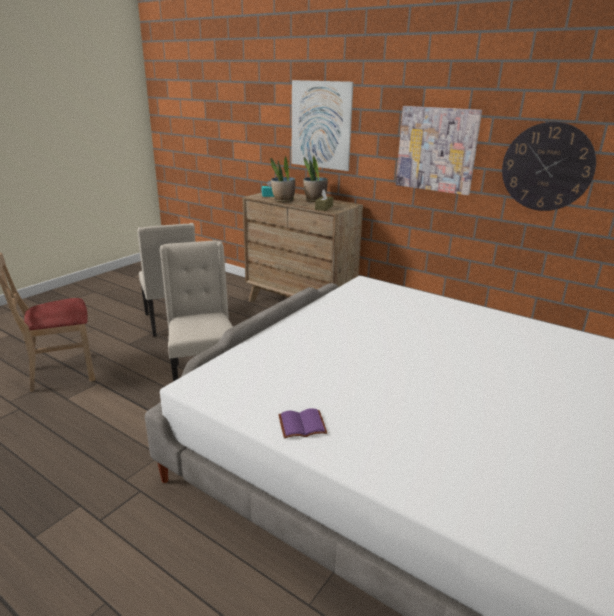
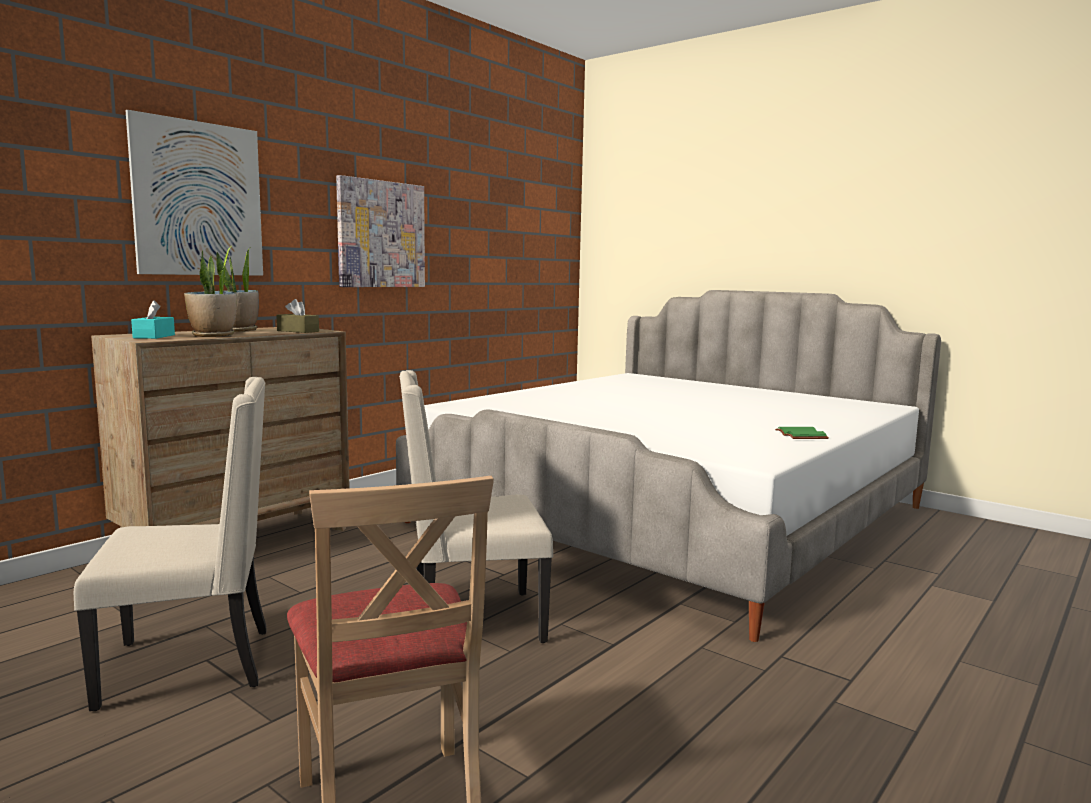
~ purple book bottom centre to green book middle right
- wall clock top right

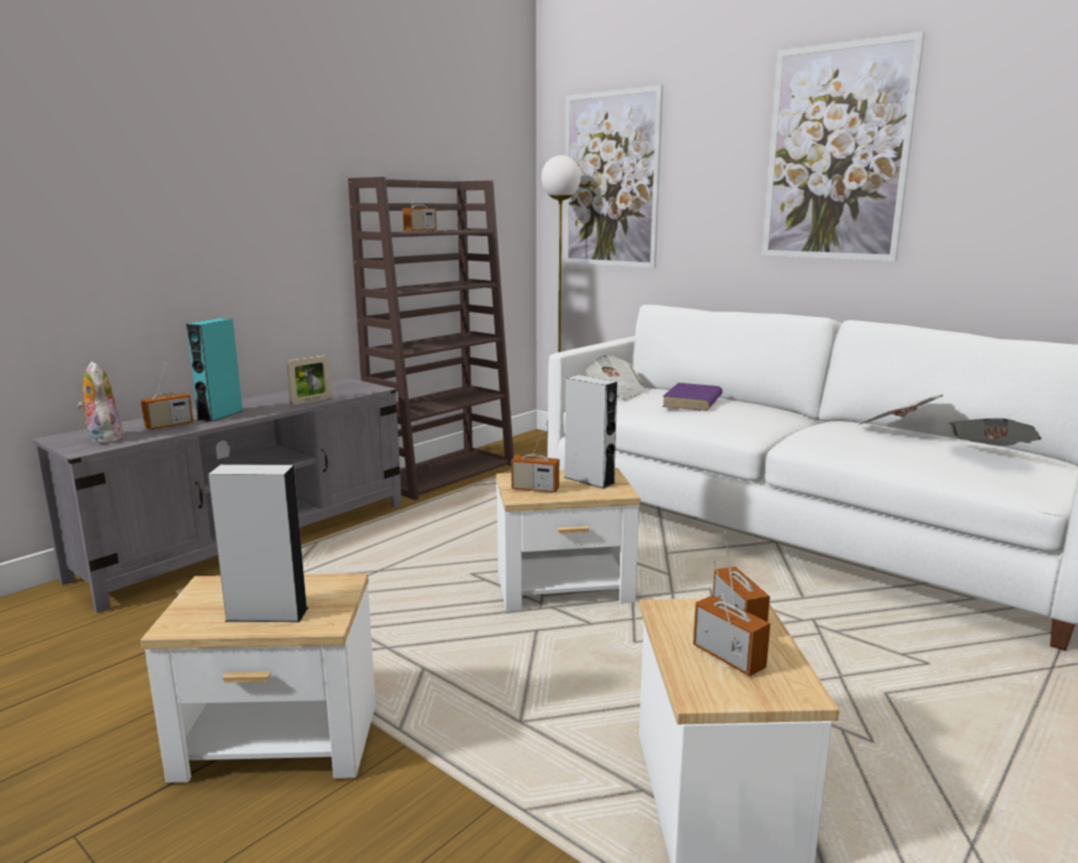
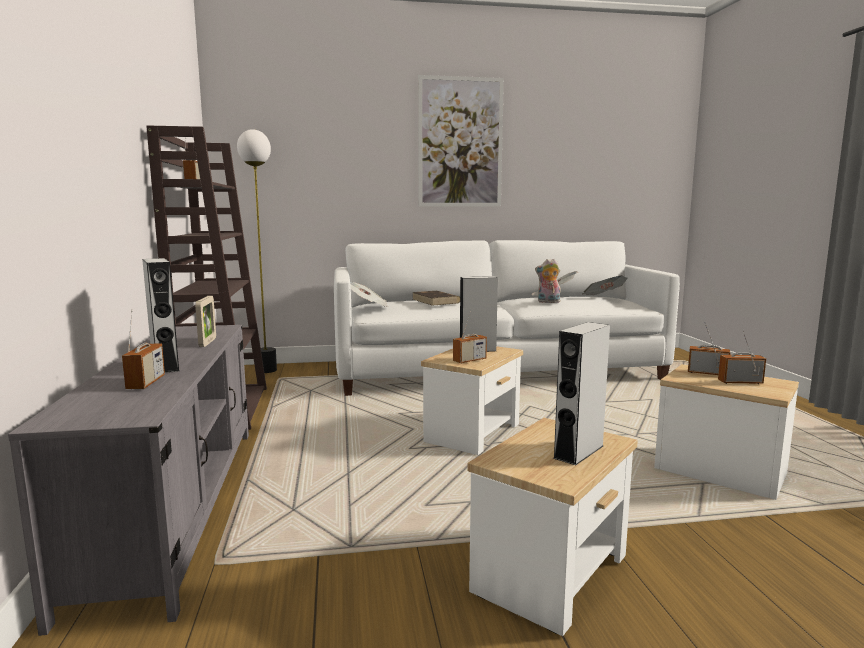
~ turquoise speaker middle left to grey speaker (1st from left) middle left
~ purple book centre to brown book centre
~ plush toy middle left to centre
- picture (1st from left) top centre

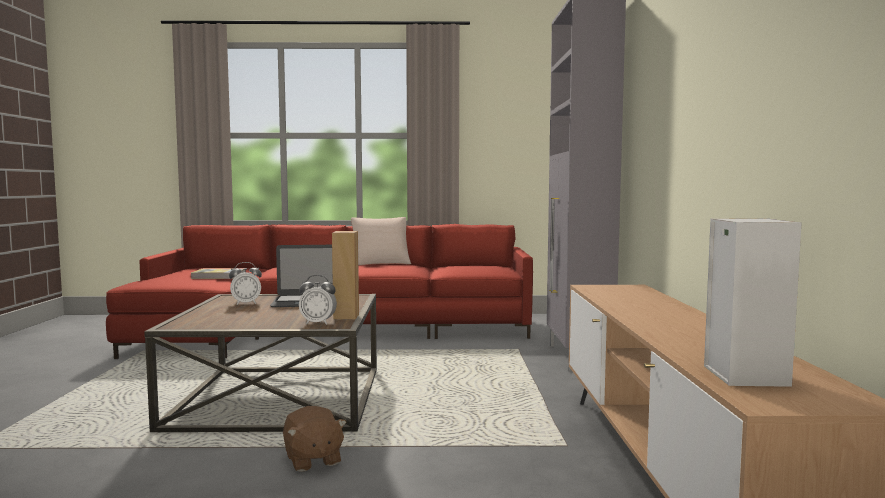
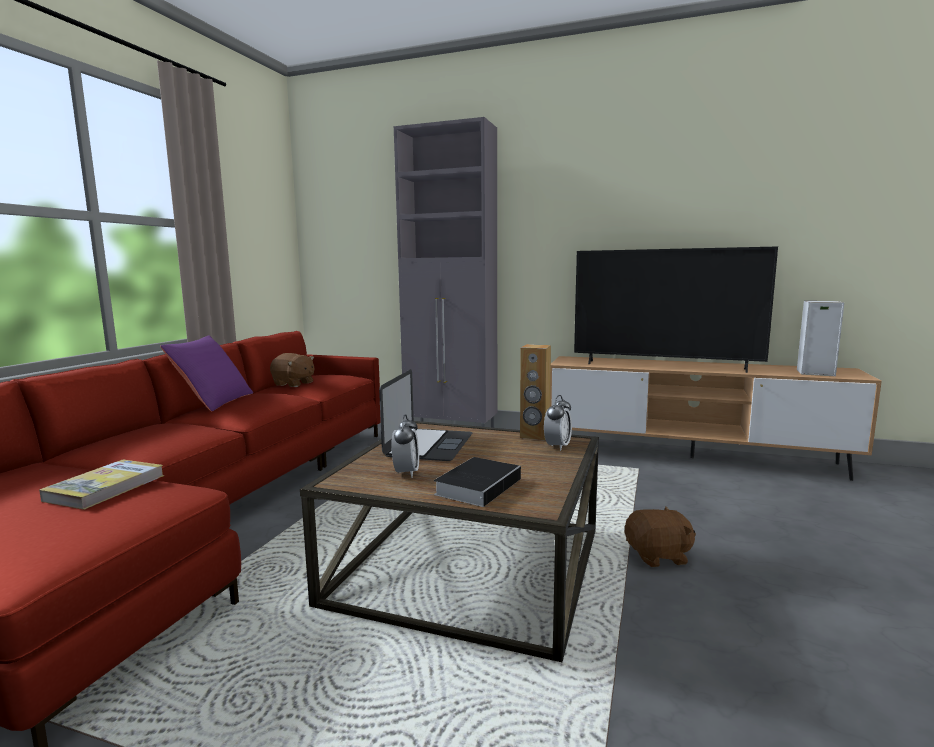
~ beige pillow centre to purple pillow middle left
+ brown plush toy (1st from left) middle left
+ book (2nd from left) centre
+ television middle right

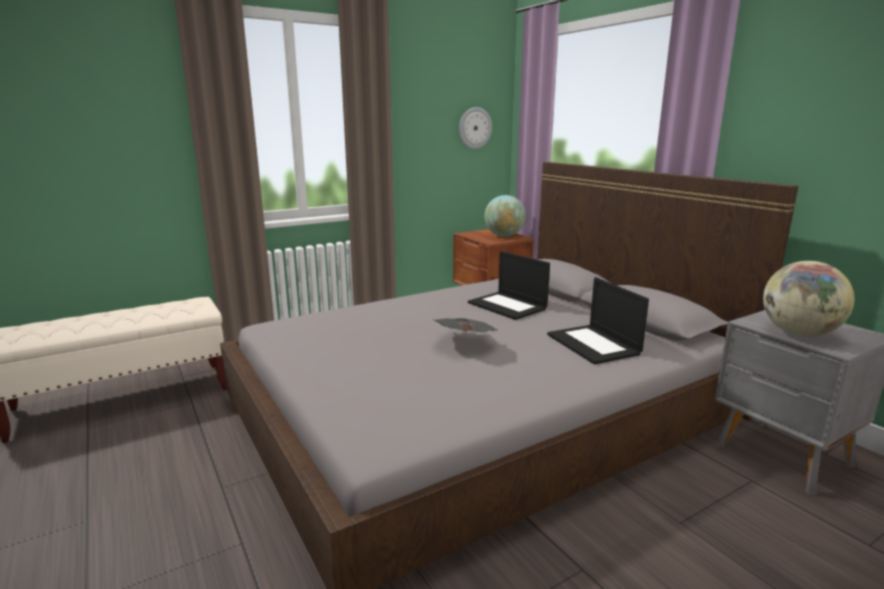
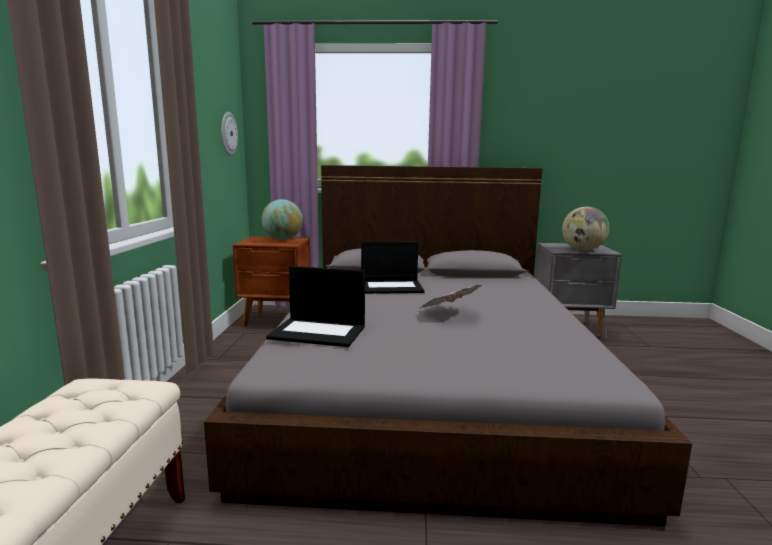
~ laptop (2nd from left in the first image) middle right to laptop (1st from left) centre

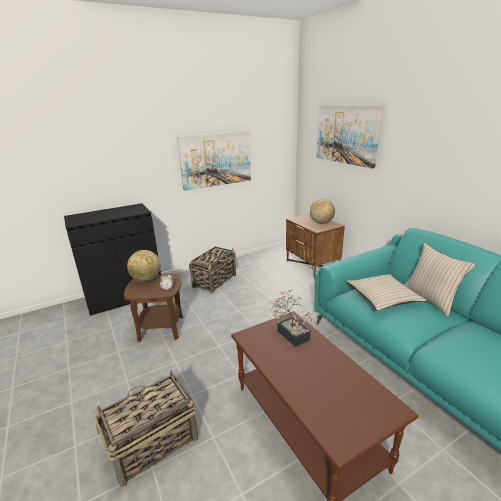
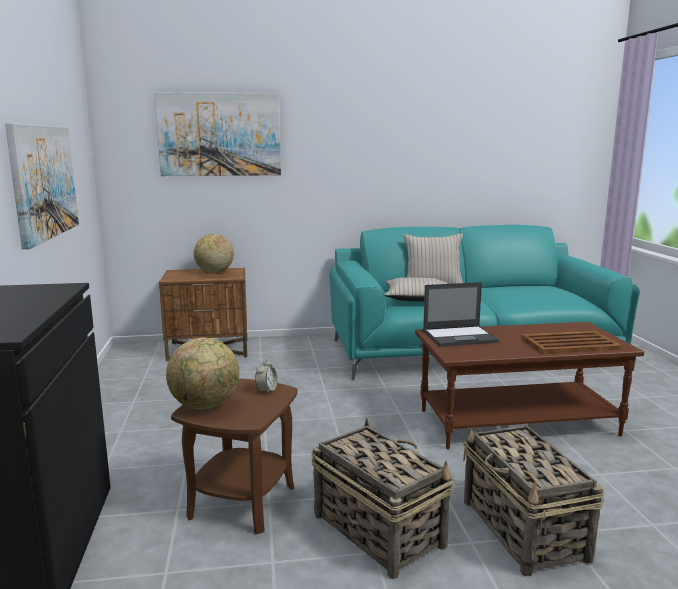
~ basket (2nd from left in the first image) centre to basket (1st from left) bottom centre
~ potted plant centre to laptop middle right
+ brown tray middle right

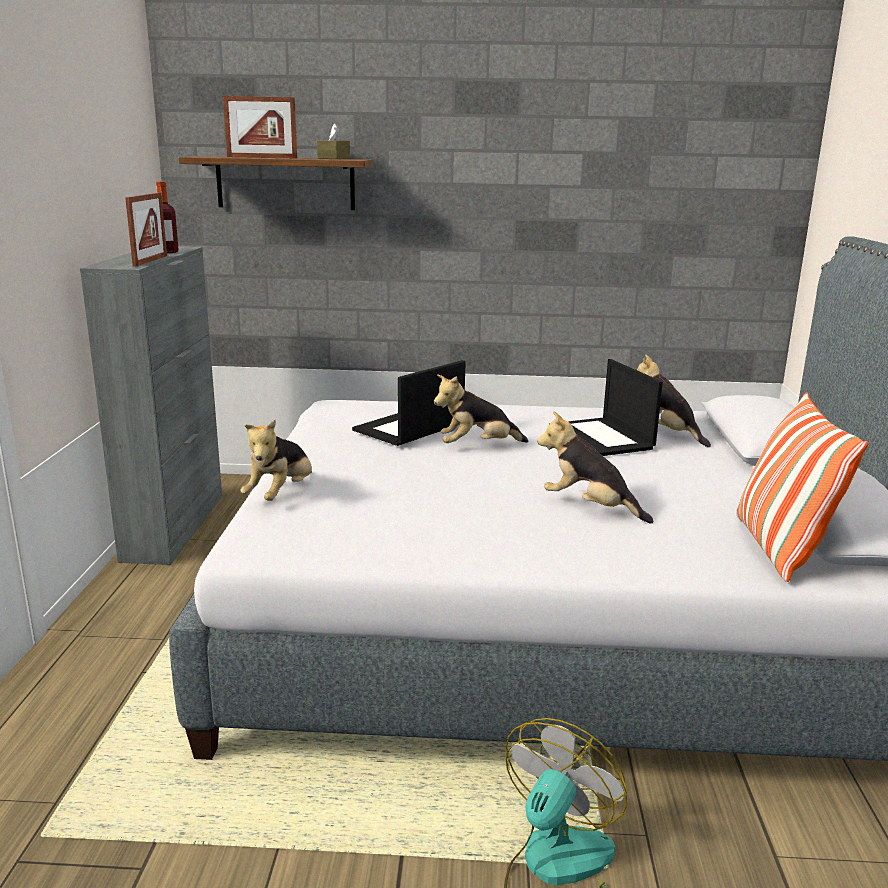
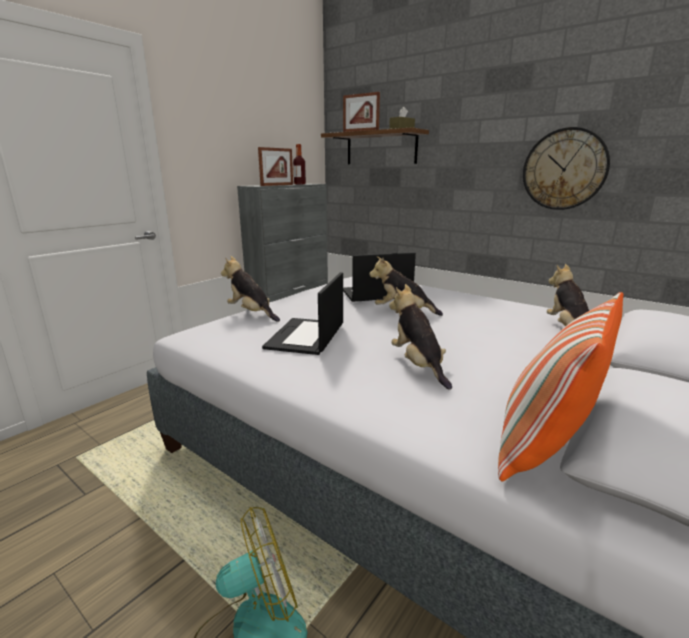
~ plush toy (1st from left) middle left = centre 75 degrees clockwise
~ laptop (2nd from left in the first image) middle right to laptop (1st from left) centre
+ wall clock top right

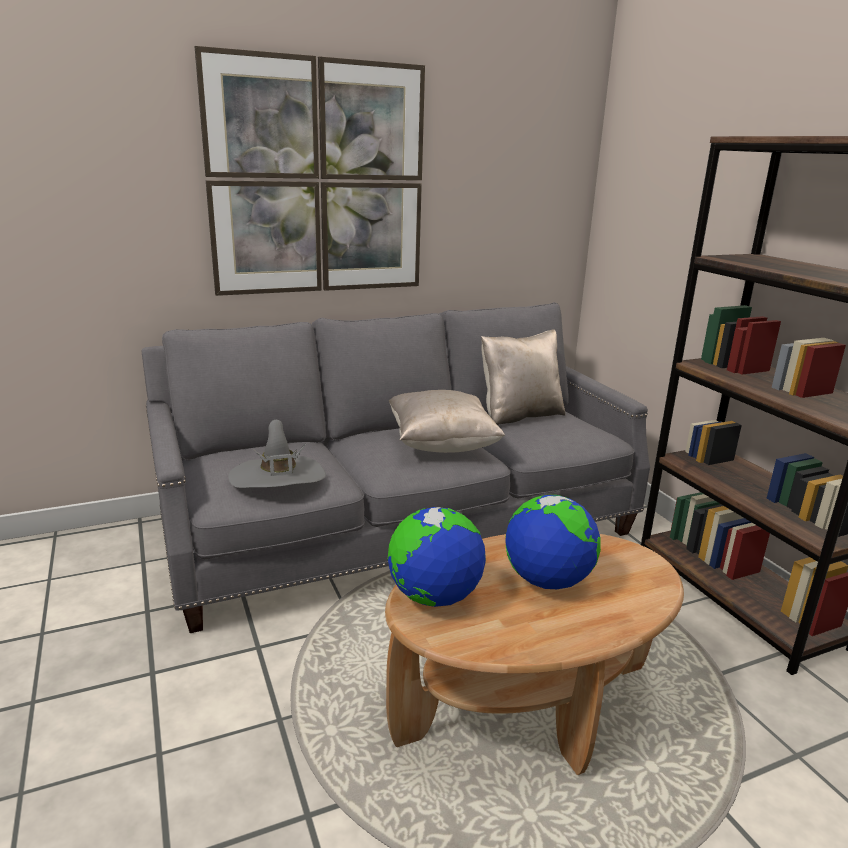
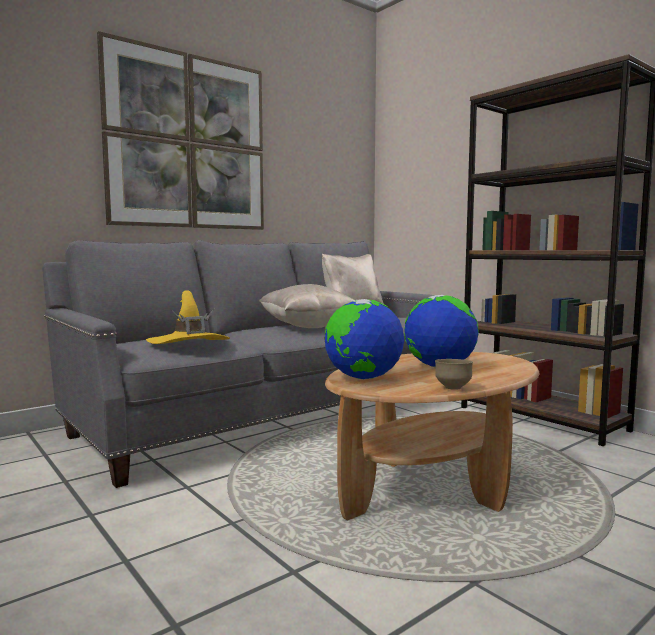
~ grey hat middle left to yellow hat middle left
+ brown bowl middle right

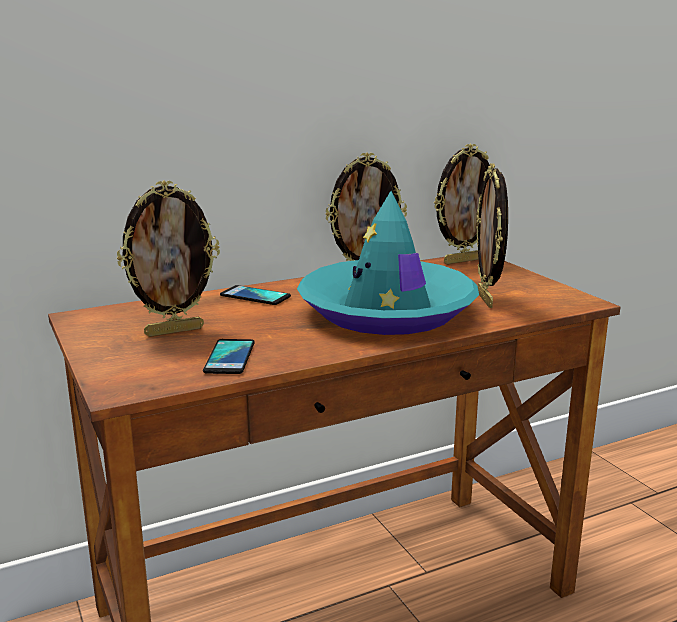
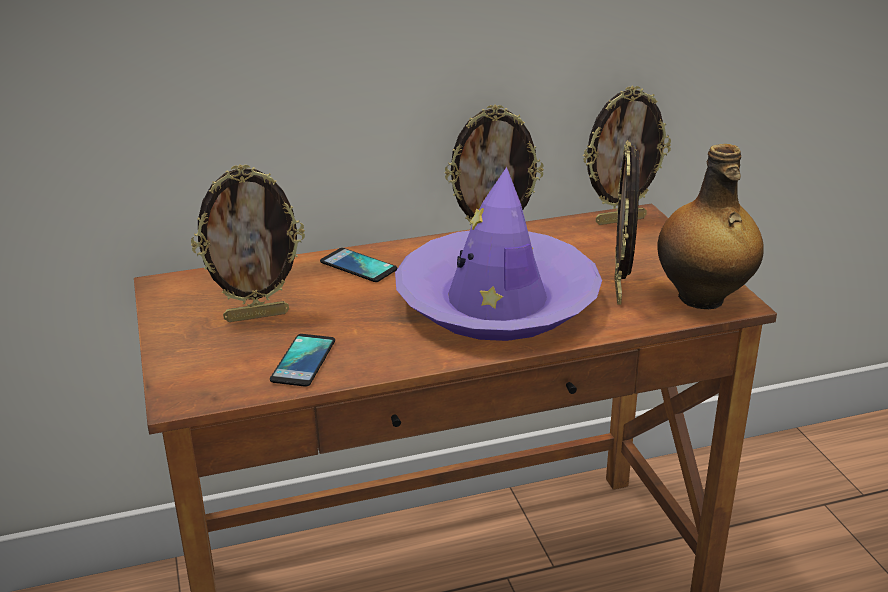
~ turquoise hat centre to purple hat centre
+ bottle middle right

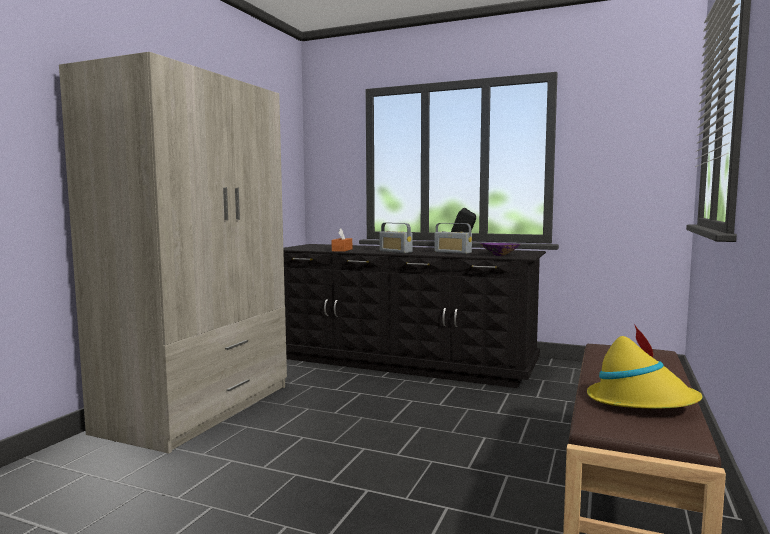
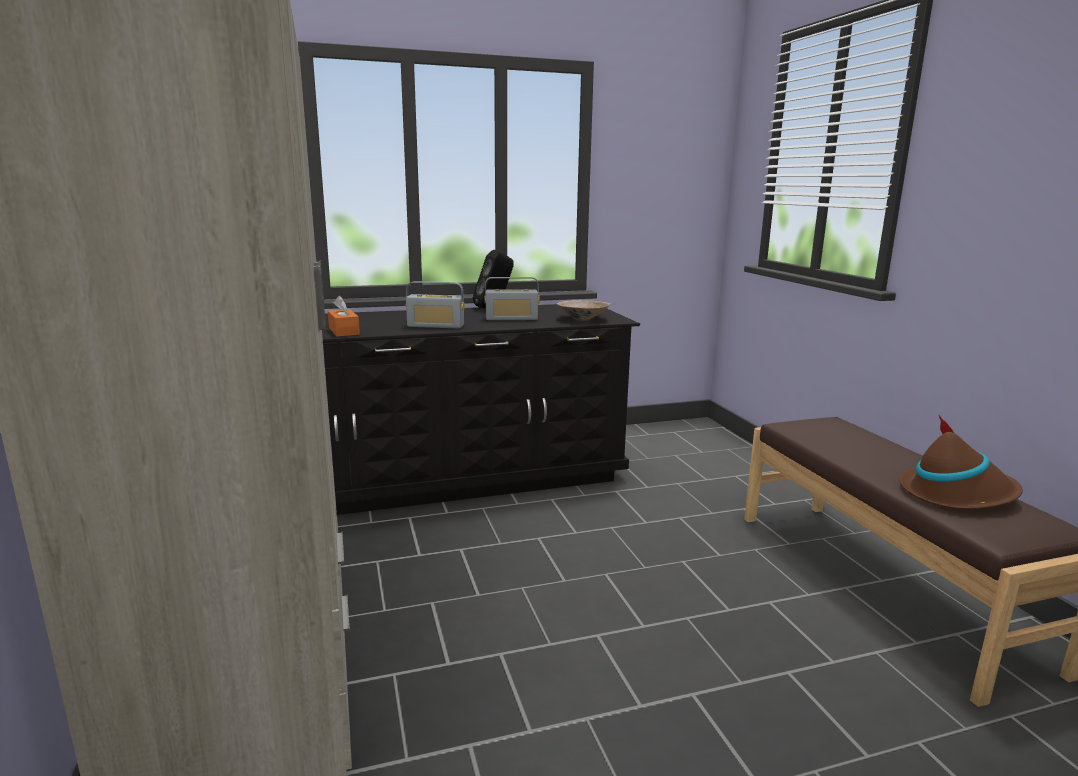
~ purple bowl centre to beige bowl centre
~ yellow hat bottom right to brown hat middle right

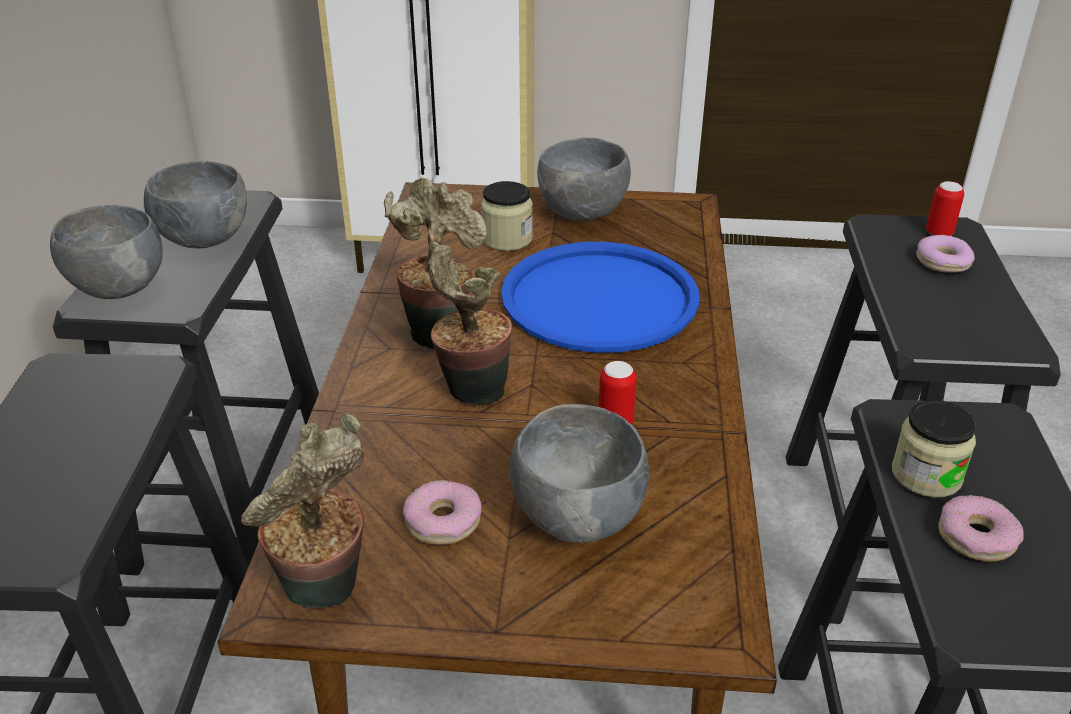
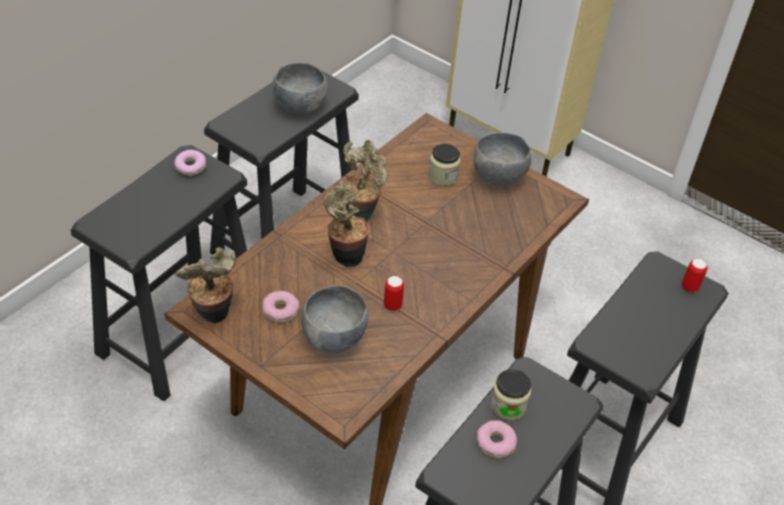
~ donut (2nd from left in the first image) middle right to donut (1st from left) top left
- grey bowl (1st from left) middle left
- blue tray centre

